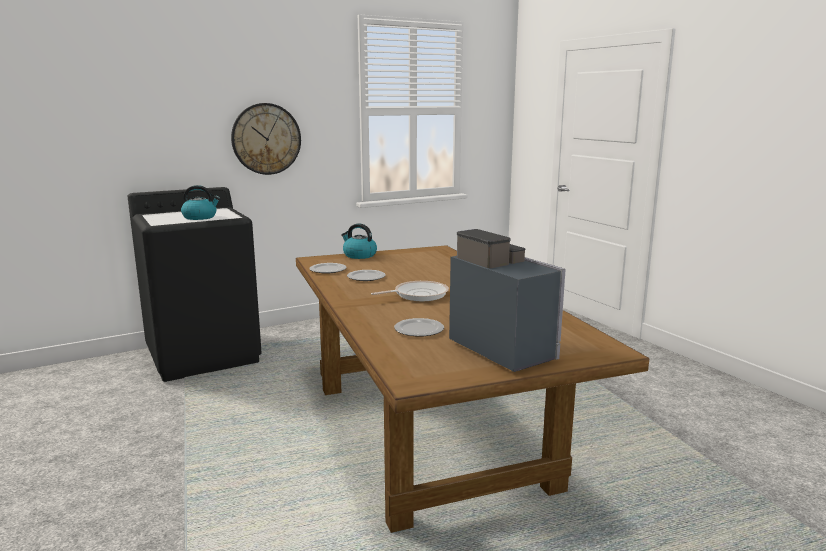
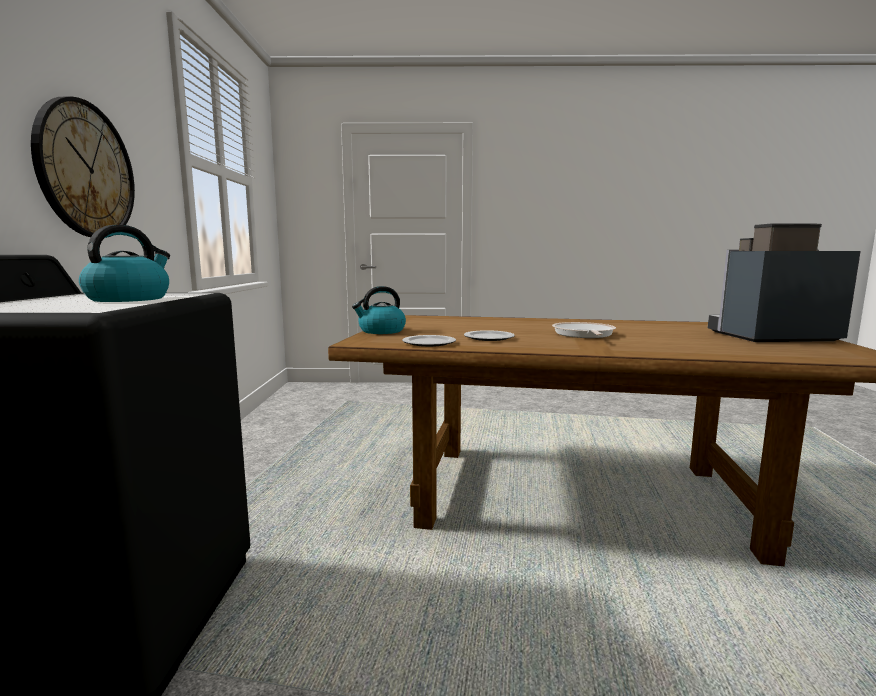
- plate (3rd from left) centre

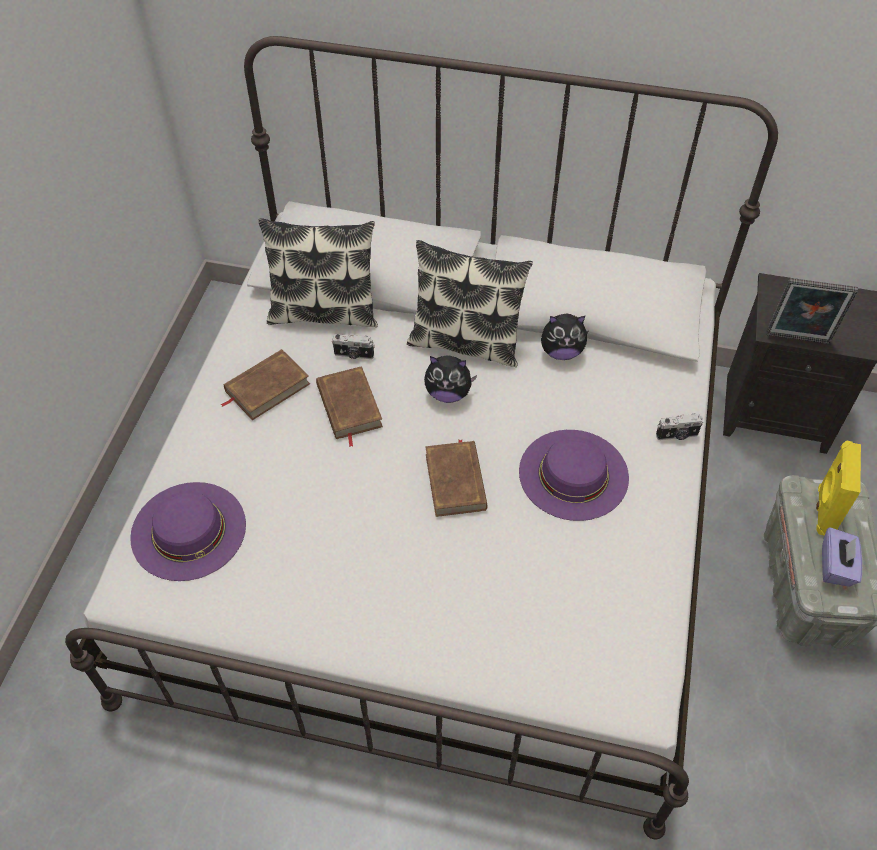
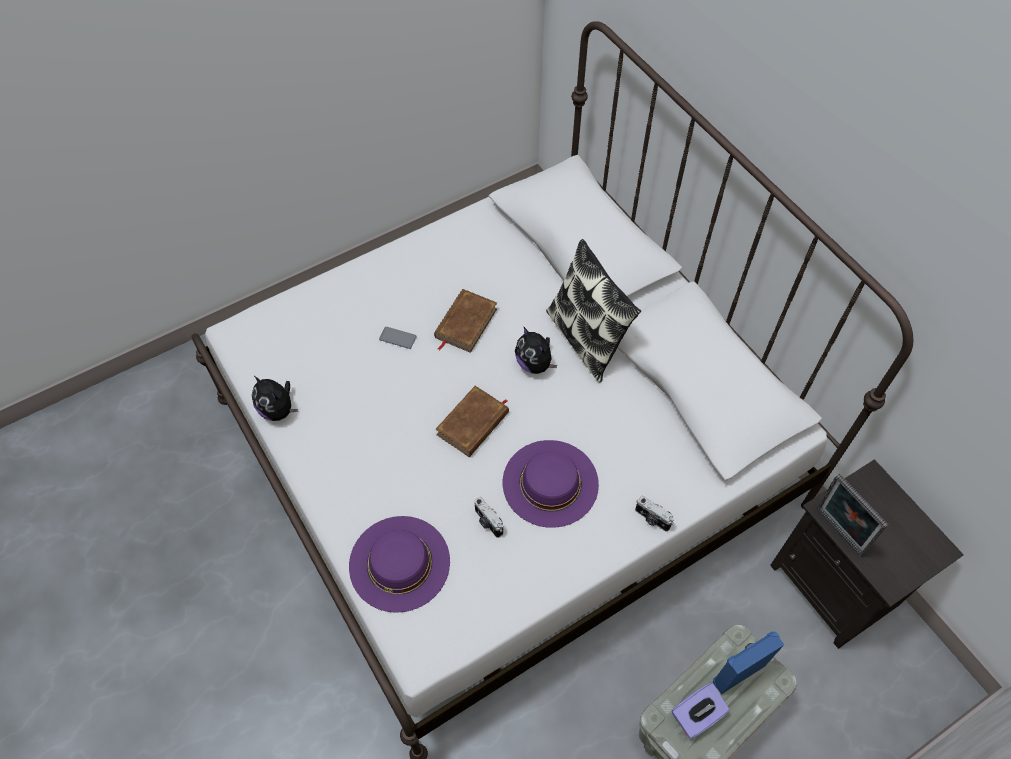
~ plush toy (2nd from left in the first image) centre to plush toy (1st from left) middle left
~ purple hat (1st from left) middle left to bottom centre
+ phone centre
~ photo camera (1st from left) centre to bottom centre
~ yellow speaker middle right to blue speaker bottom right
- brown book (1st from left) middle left
- pillow (1st from left) top centre

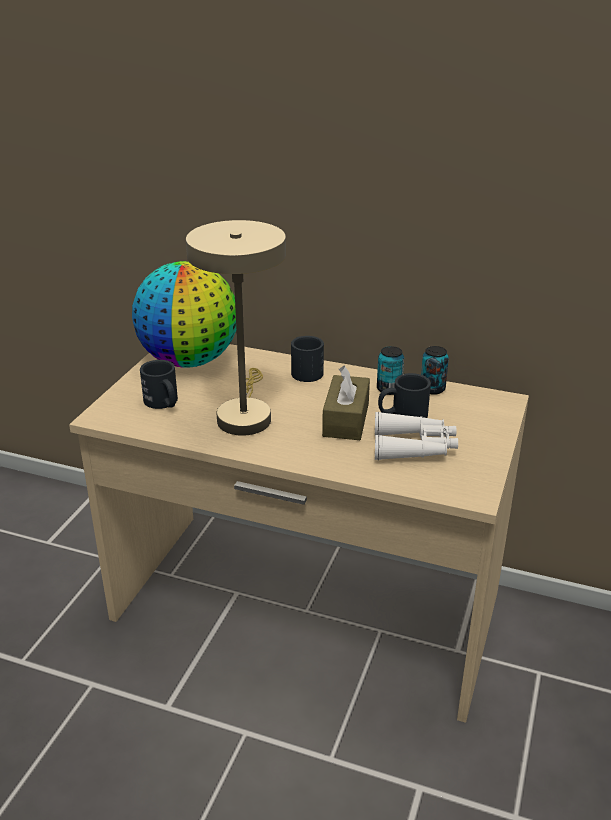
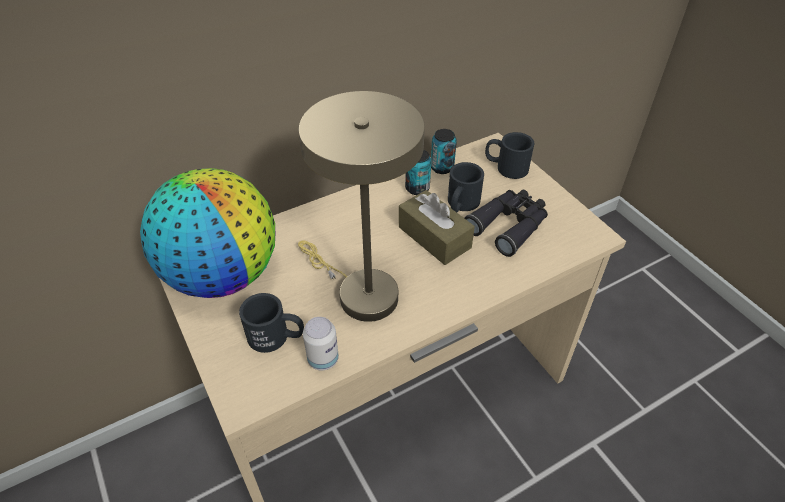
+ can (1st from left) bottom centre
~ white binoculars middle right to black binoculars centre
~ black mug (2nd from left in the first image) centre to black mug (3rd from left) top centre

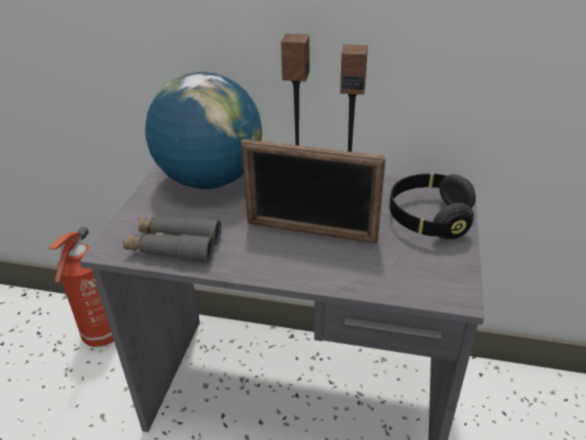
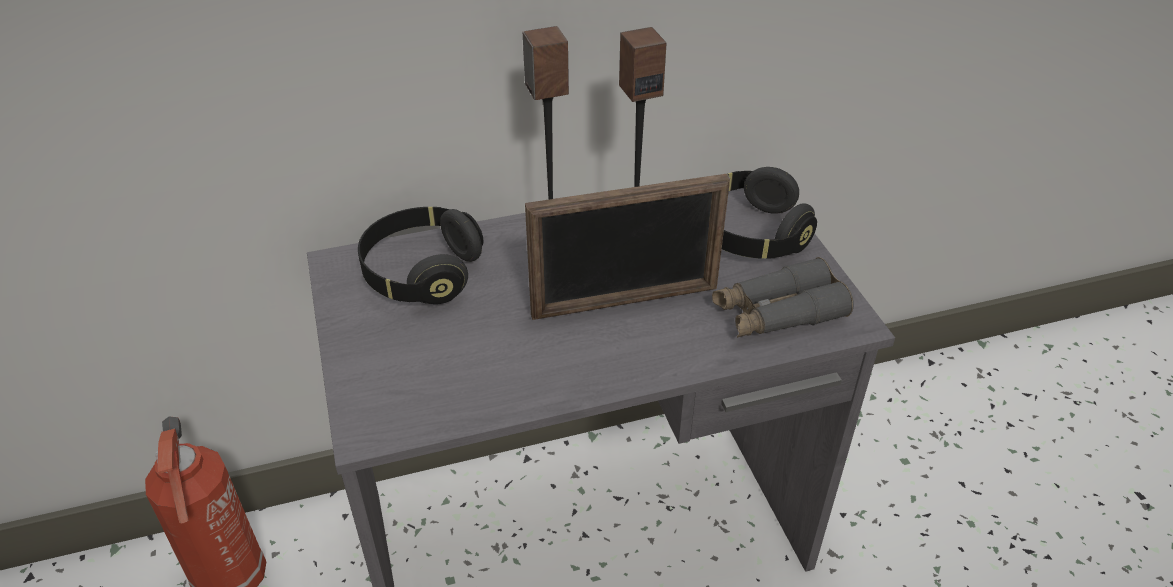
~ globe top centre to black headphones (1st from left) centre
~ grey binoculars middle left to middle right

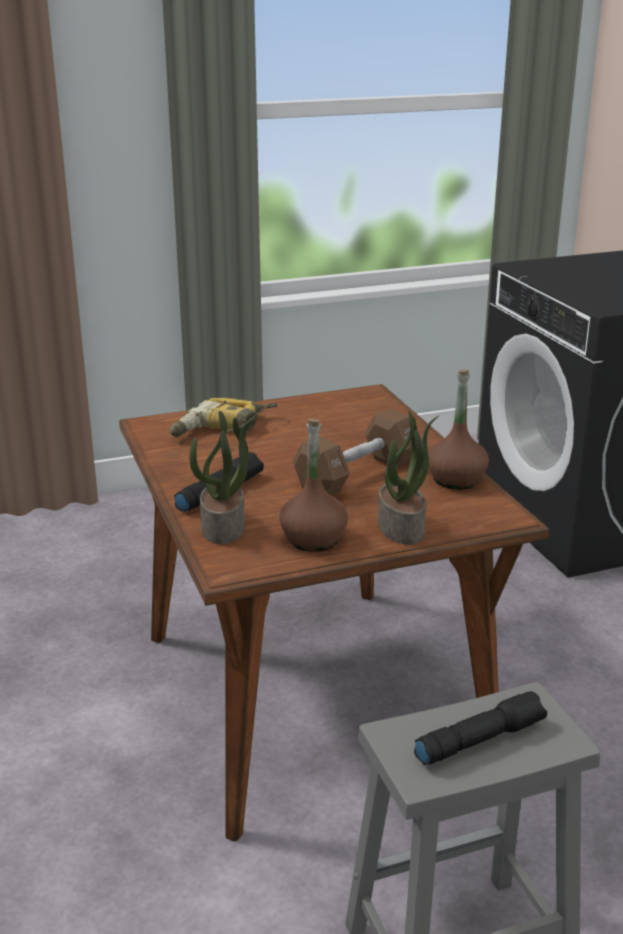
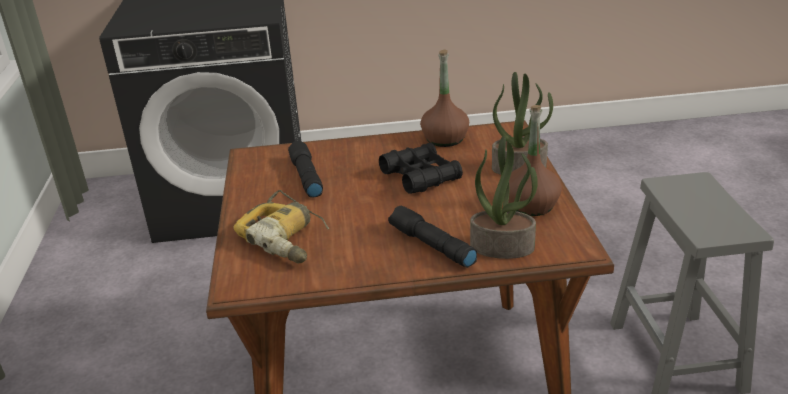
~ black flashlight (2nd from left in the first image) bottom right to black flashlight (1st from left) centre
~ brown dumbbell centre to black binoculars centre

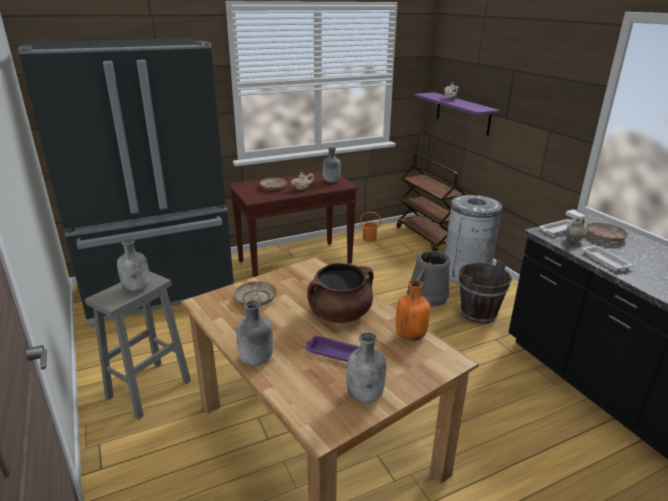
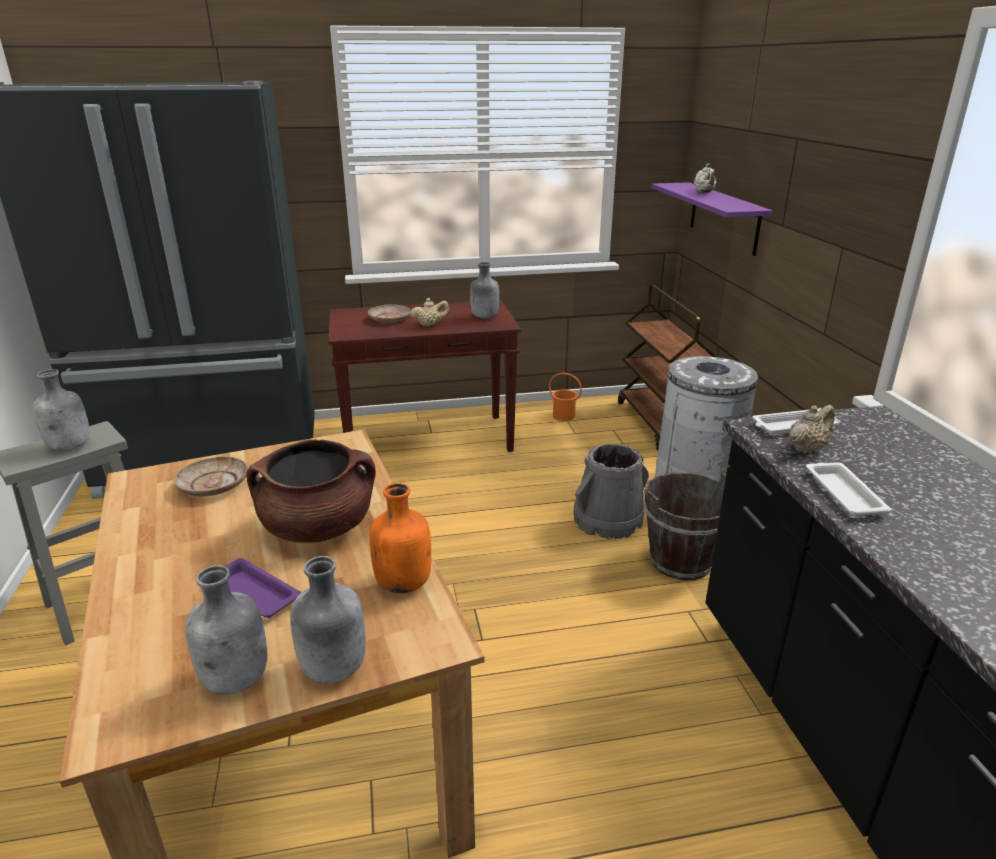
~ grey bottle (2nd from left in the first image) centre to grey bottle (3rd from left) bottom left
- beige plate (3rd from left) middle right

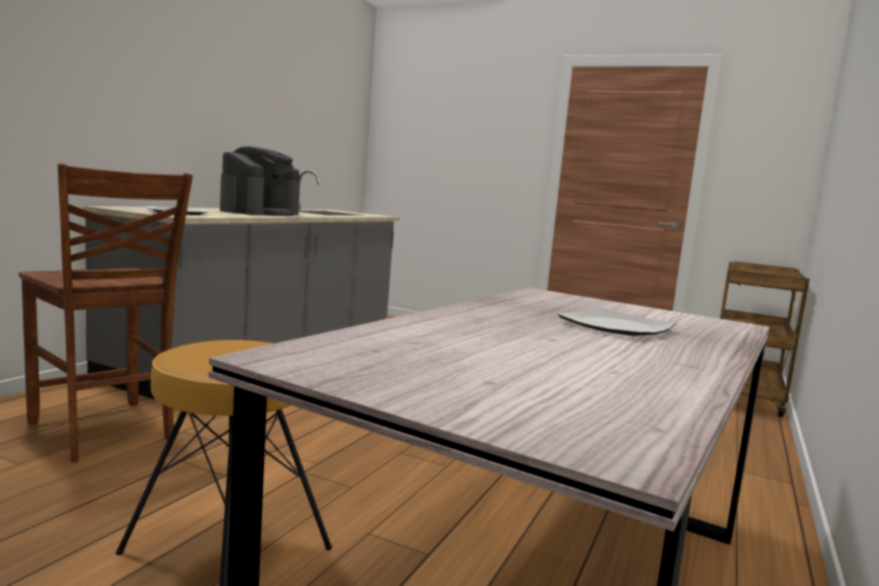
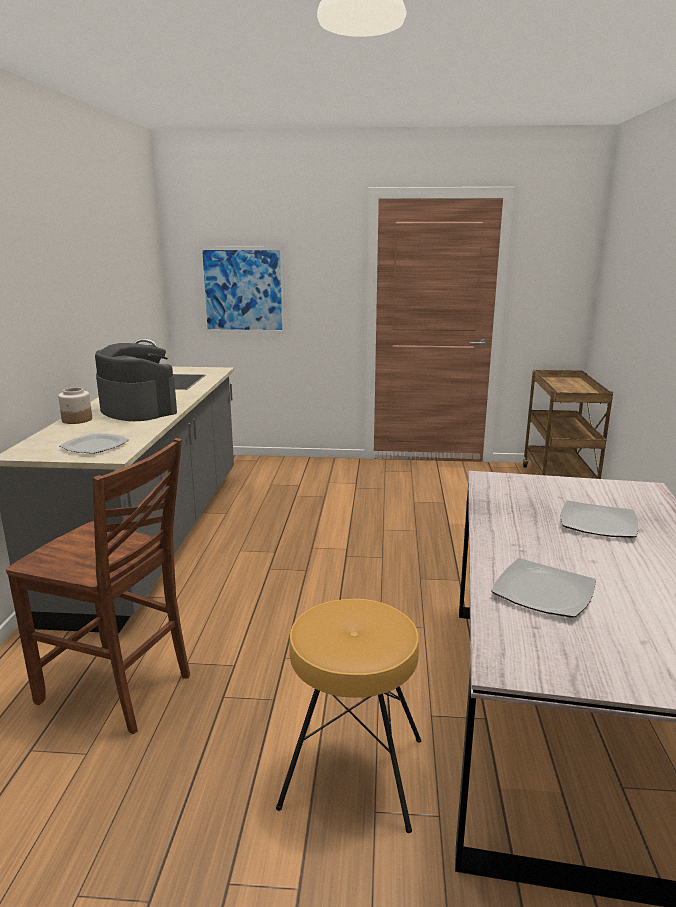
+ jar middle left
~ coffee machine top left = middle left 45 degrees counterclockwise
+ picture top centre
+ plate (2nd from left) middle right

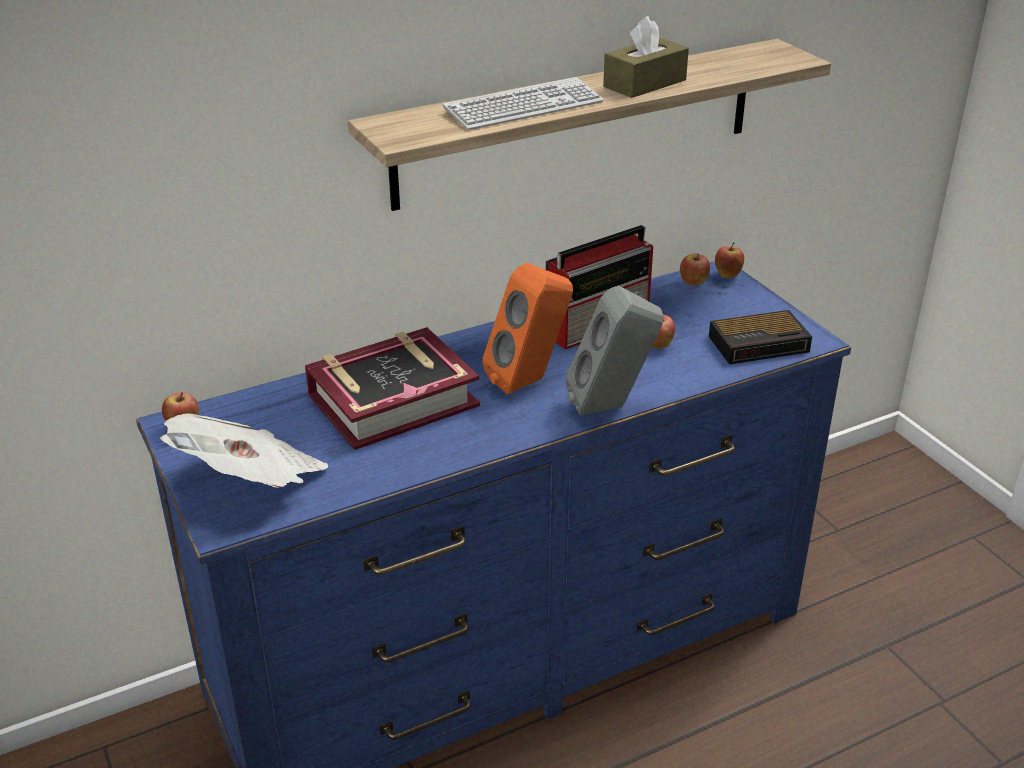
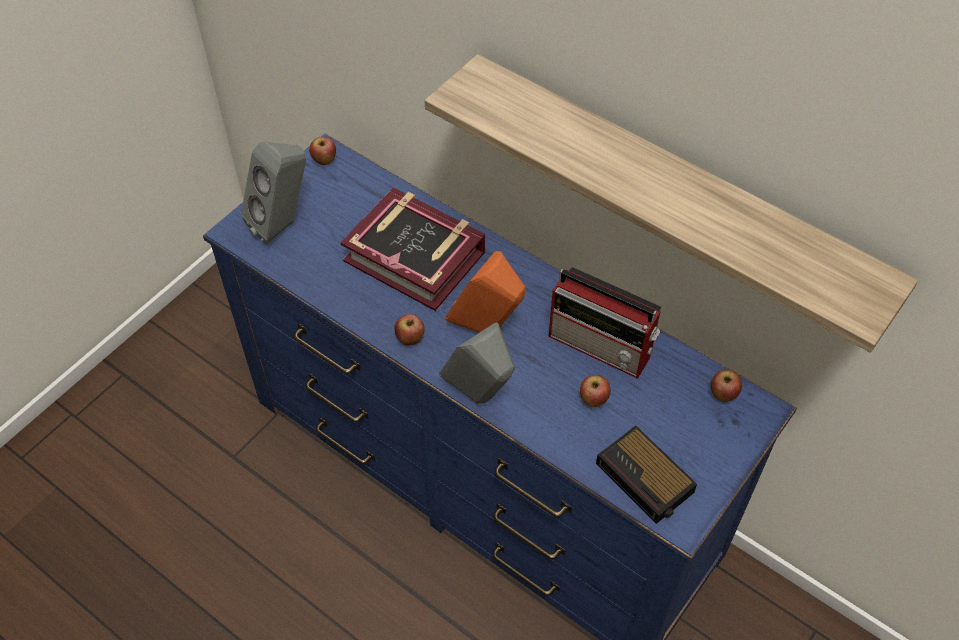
~ newspaper middle left to grey speaker (1st from left) top left
~ apple (4th from left in the first image) middle right to apple (2nd from left) centre
- keyboard top centre
- brown tissue box top centre

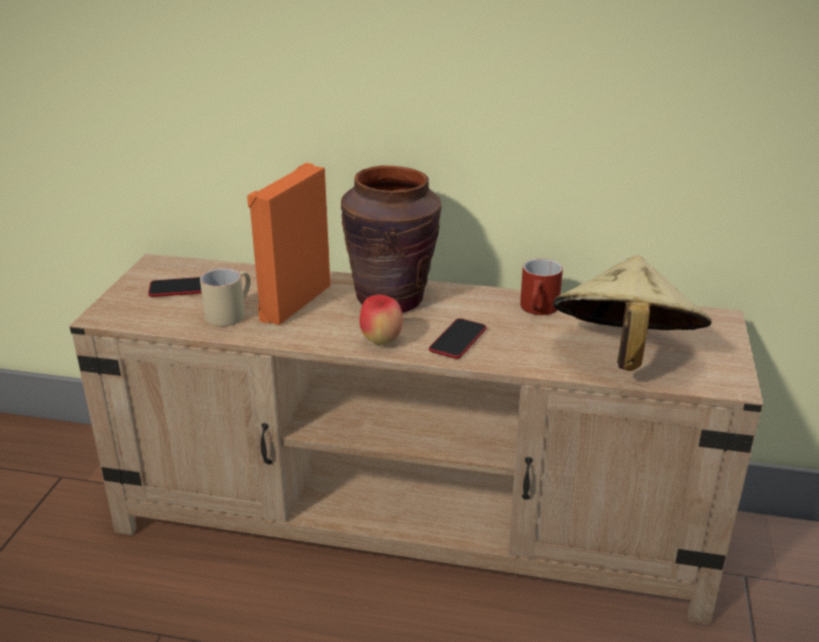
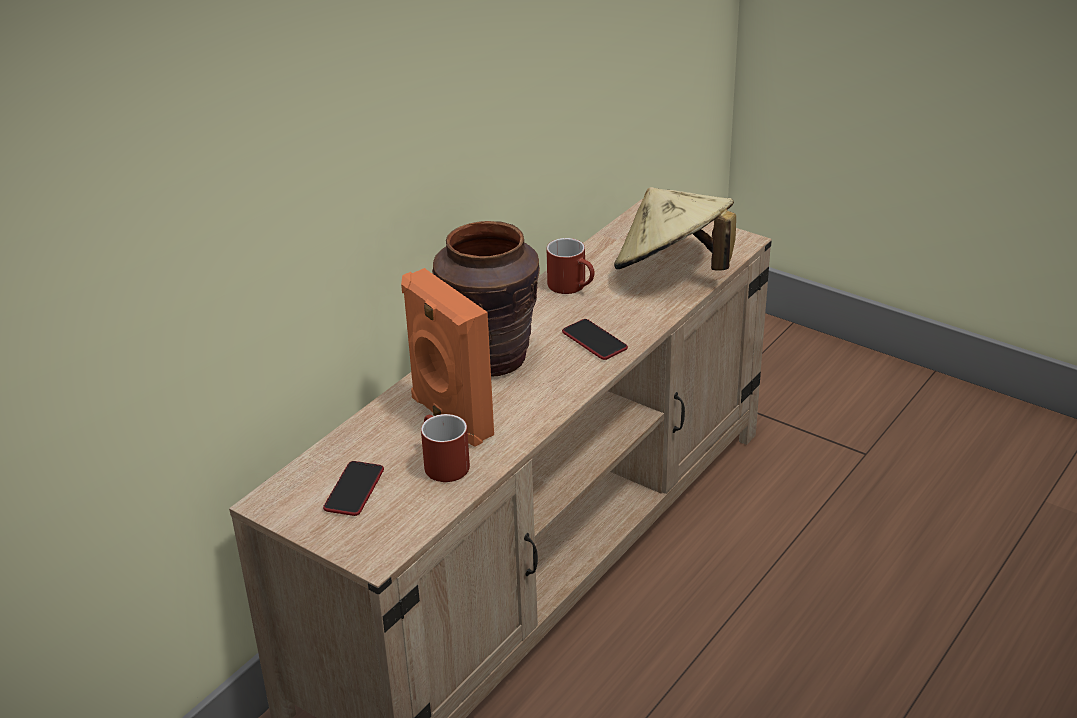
~ beige mug middle left to red mug (1st from left) centre
- apple centre

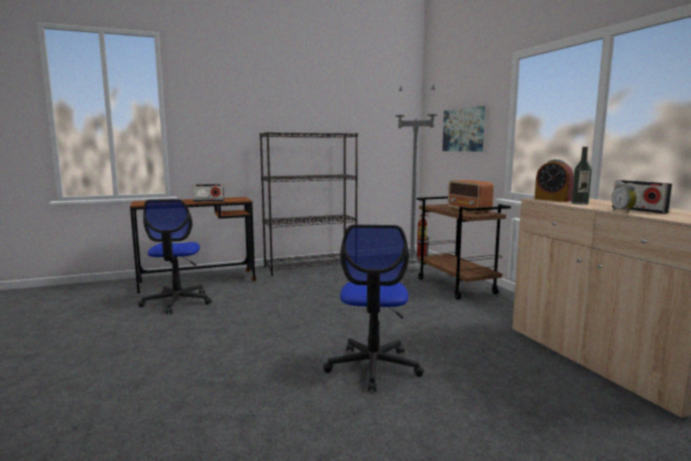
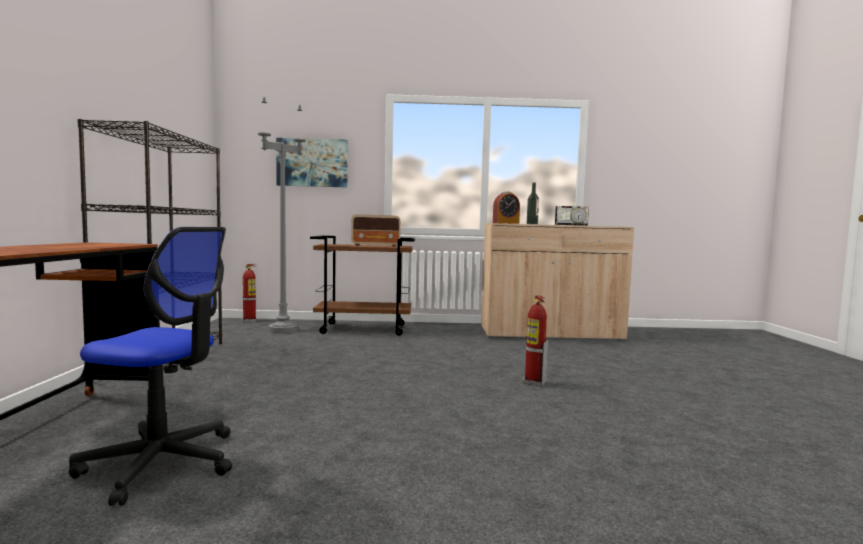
~ office chair (2nd from left) bottom centre to fire extinguisher (2nd from left) centre
- radio (1st from left) middle left

